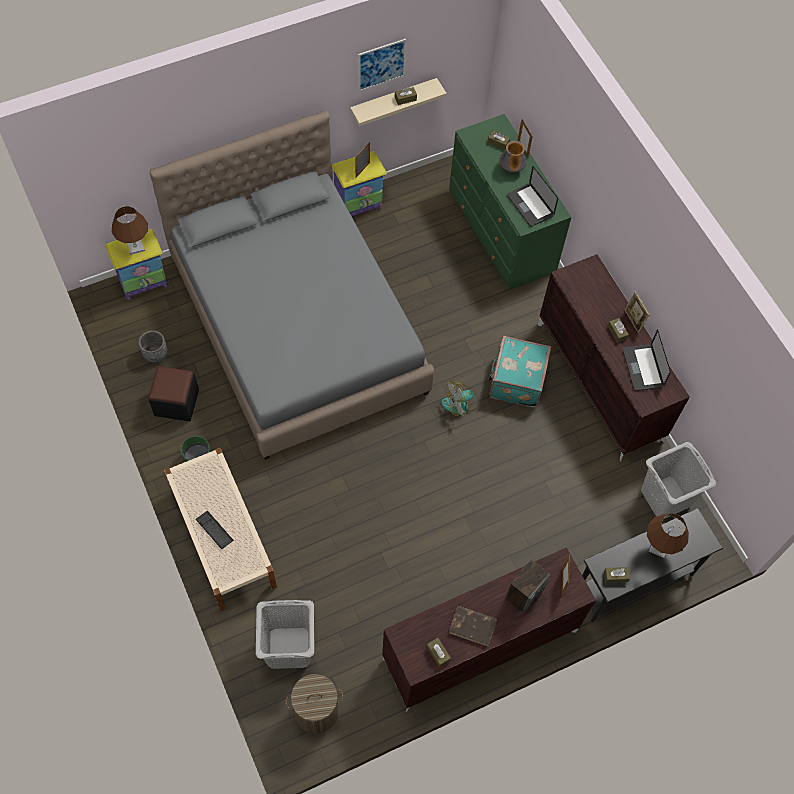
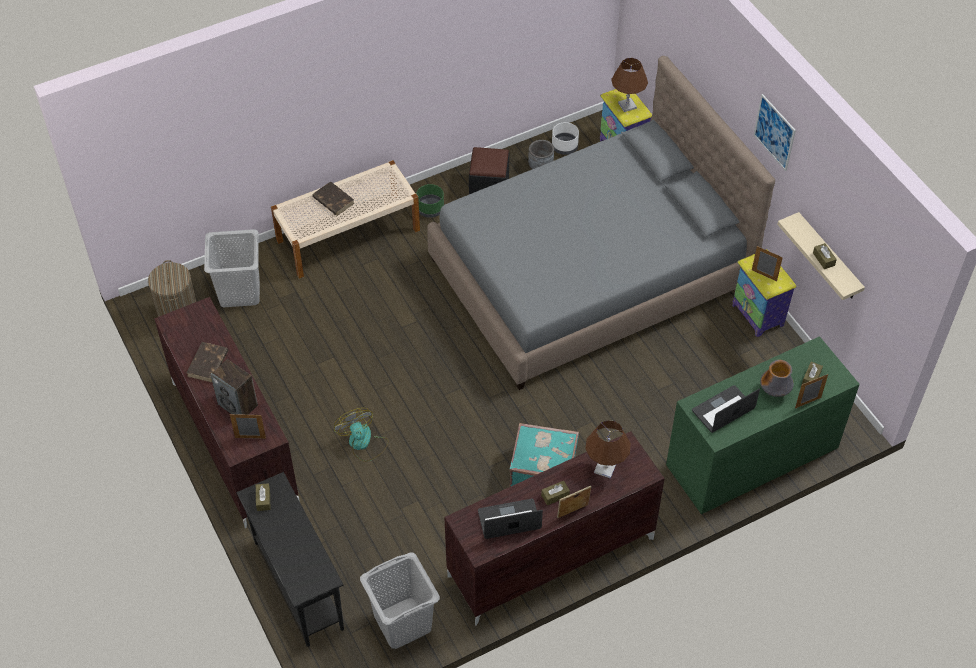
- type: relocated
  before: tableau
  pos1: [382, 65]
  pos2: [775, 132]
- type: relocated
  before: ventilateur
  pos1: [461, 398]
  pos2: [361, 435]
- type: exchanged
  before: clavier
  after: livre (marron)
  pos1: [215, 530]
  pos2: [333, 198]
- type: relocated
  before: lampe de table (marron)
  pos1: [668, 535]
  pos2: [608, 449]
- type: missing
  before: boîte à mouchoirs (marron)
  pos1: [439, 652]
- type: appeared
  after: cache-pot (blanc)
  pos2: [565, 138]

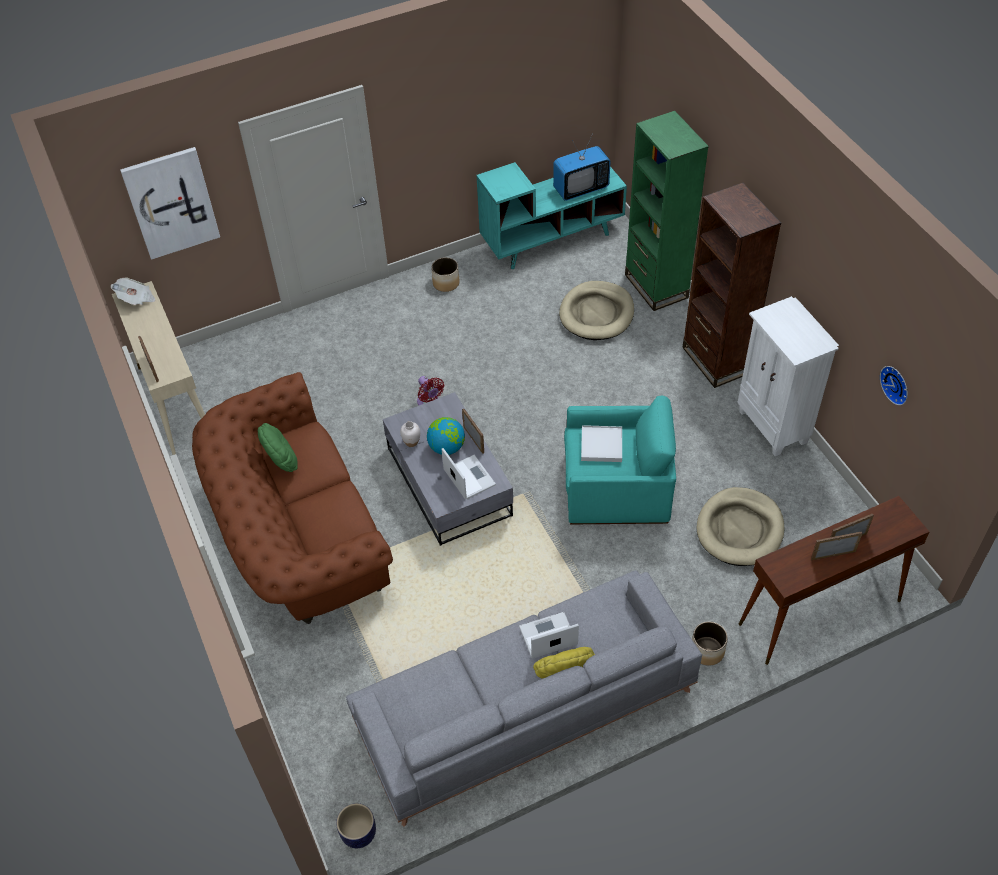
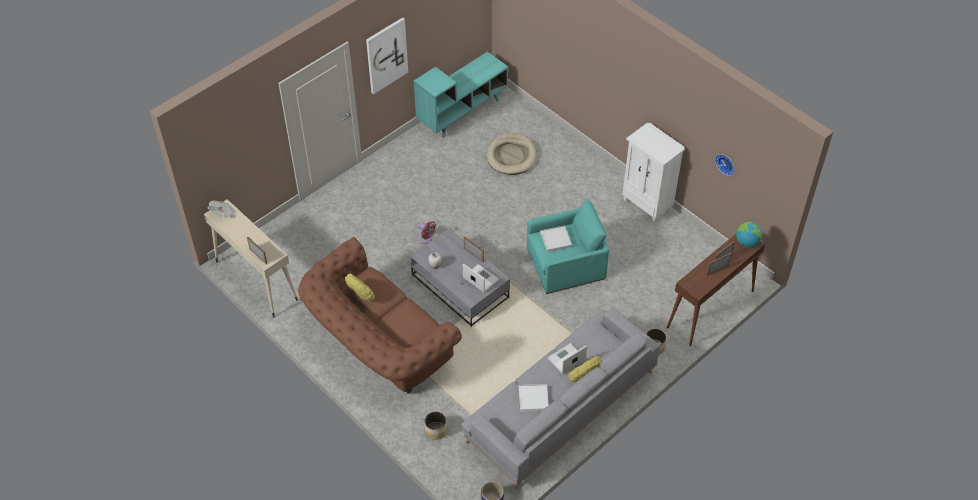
- type: missing
  before: bibliothèque (vert)
  pos1: [667, 211]
- type: missing
  before: téléviseur
  pos1: [582, 167]
- type: relocated
  before: tableau
  pos1: [170, 203]
  pos2: [387, 55]
- type: missing
  before: bibliothèque (marron)
  pos1: [731, 285]
- type: relocated
  before: cache-pot
  pos1: [445, 274]
  pos2: [435, 425]
- type: relocated
  before: globe
  pos1: [446, 436]
  pos2: [749, 234]
- type: colour
  before: coussin (vert)
  after: coussin (jaune)
  pos1: [278, 447]
  pos2: [360, 288]
- type: missing
  before: panier pour chien (beige)
  pos1: [741, 526]
- type: appeared
  after: plateau (blanc)
  pos2: [534, 398]

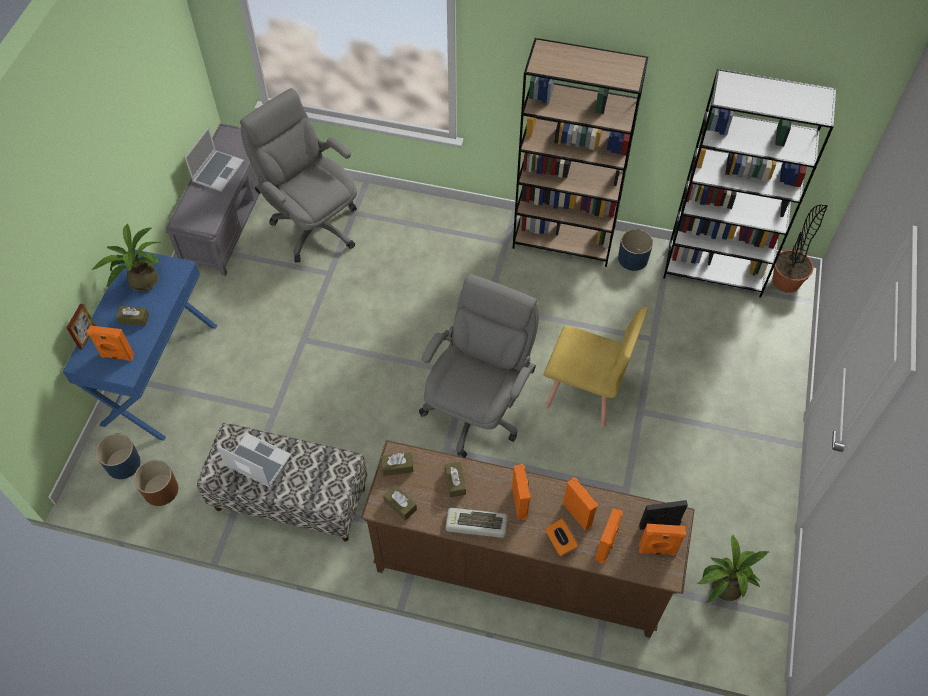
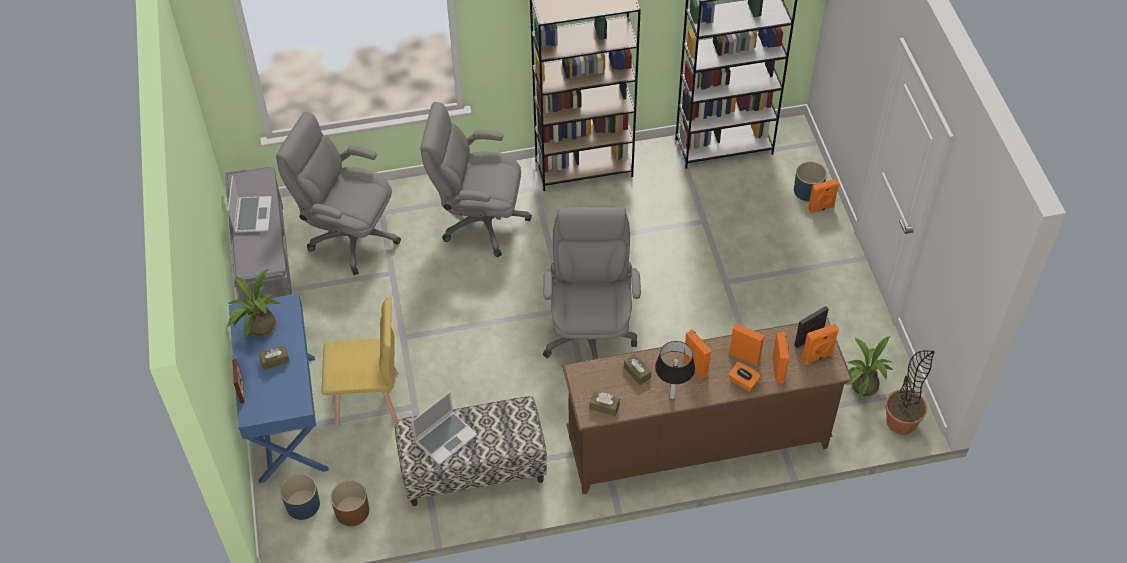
- type: relocated
  before: plante en pot
  pos1: [800, 249]
  pos2: [910, 392]
- type: relocated
  before: cache-pot (bleu)
  pos1: [635, 250]
  pos2: [810, 181]
- type: relocated
  before: chaise (jaune)
  pos1: [595, 367]
  pos2: [359, 361]
- type: relocated
  before: enceinte (orange)
  pos1: [110, 343]
  pos2: [823, 196]
- type: spun
  before: ordinateur portable
  pos1: [253, 460]
  pos2: [444, 428]
  turn: 135
- type: missing
  before: boîte à mouchoirs (marron)
  pos1: [397, 464]
- type: exchanged
  before: clavier
  after: lampe de table
  pos1: [477, 523]
  pos2: [675, 370]
- type: appeared
  after: chaise de bureau (gris)
  pos2: [476, 179]

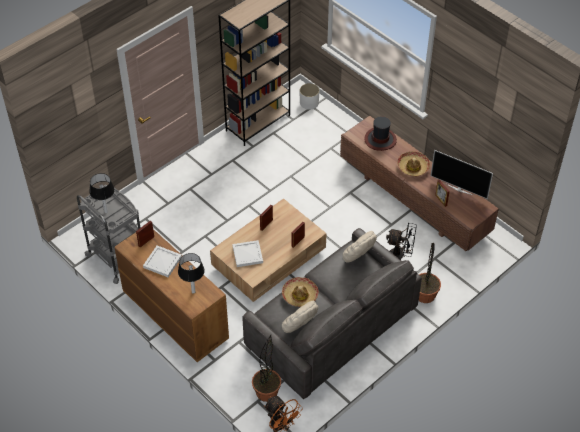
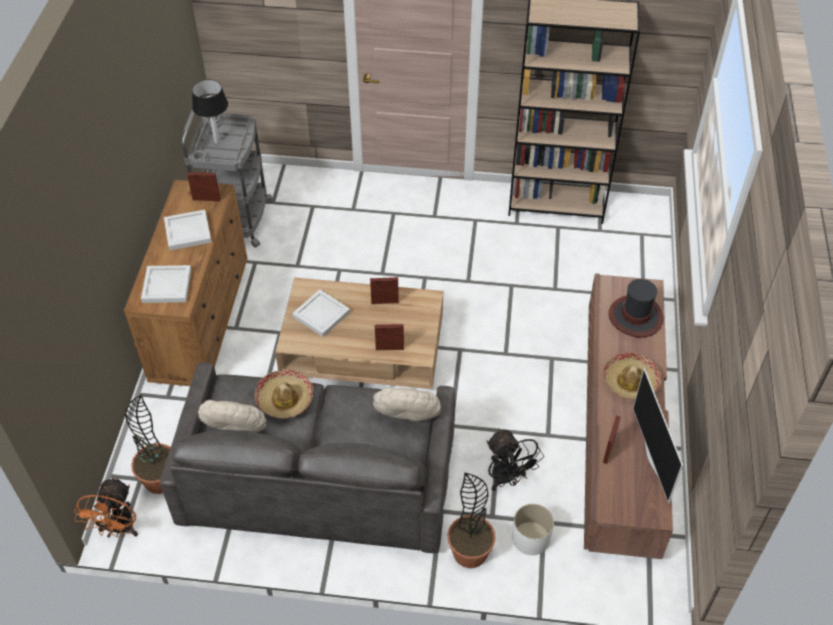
- type: relocated
  before: cache-pot (blanc)
  pos1: [309, 96]
  pos2: [533, 529]
- type: exchanged
  before: lampe de table
  after: plateau (blanc)
  pos1: [191, 273]
  pos2: [166, 284]

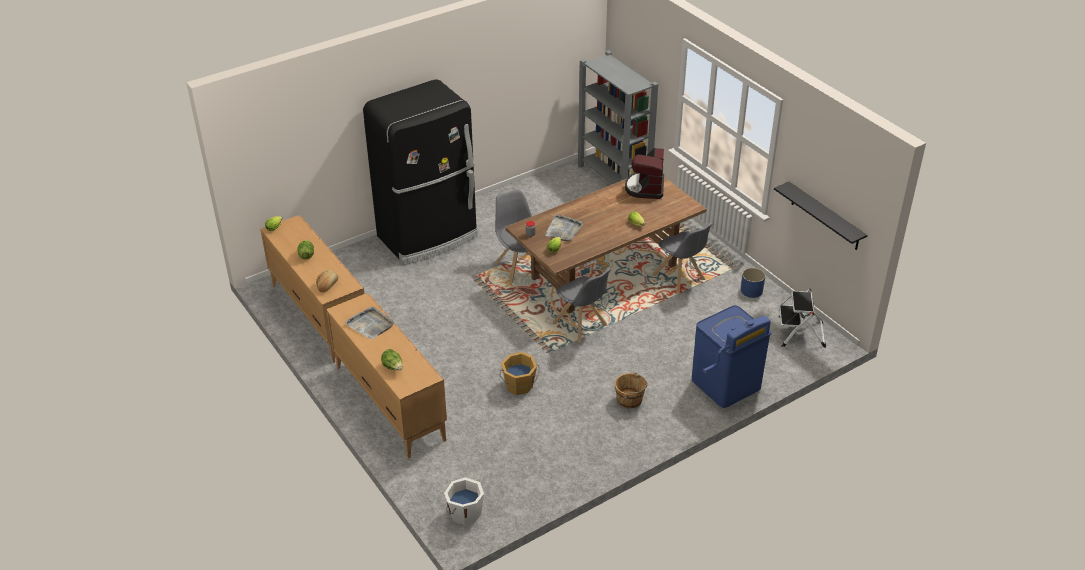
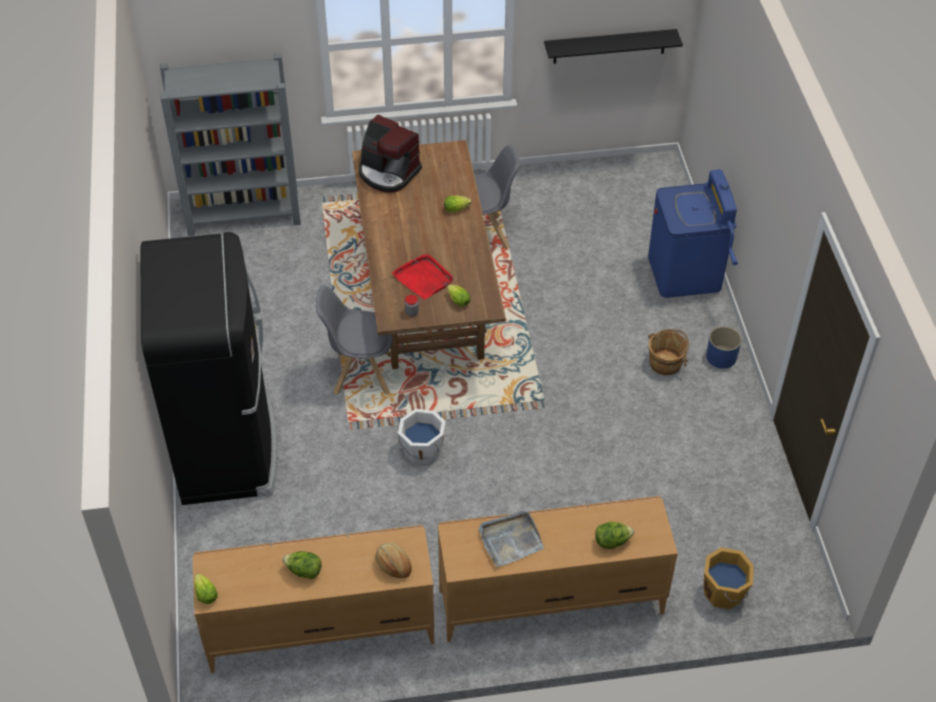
- type: colour
  before: plateau (gris)
  after: plateau (rouge)
  pos1: [564, 228]
  pos2: [423, 276]
- type: missing
  before: chaise (gris)
  pos1: [581, 305]
- type: relocated
  before: cache-pot (bleu)
  pos1: [753, 283]
  pos2: [723, 348]
- type: missing
  before: escabeau
  pos1: [802, 318]
- type: relocated
  before: seau (orange)
  pos1: [519, 373]
  pos2: [729, 578]
- type: relocated
  before: seau (blanc)
  pos1: [464, 501]
  pos2: [421, 437]

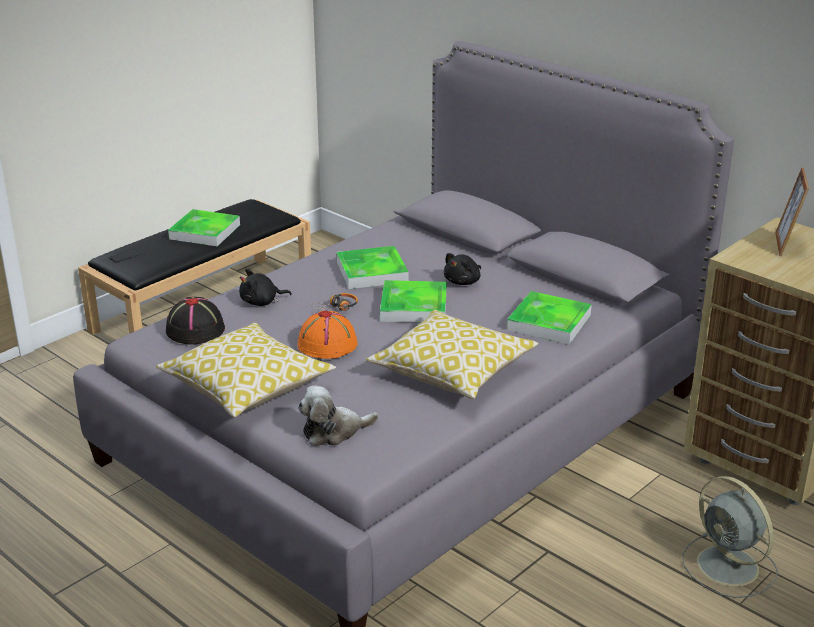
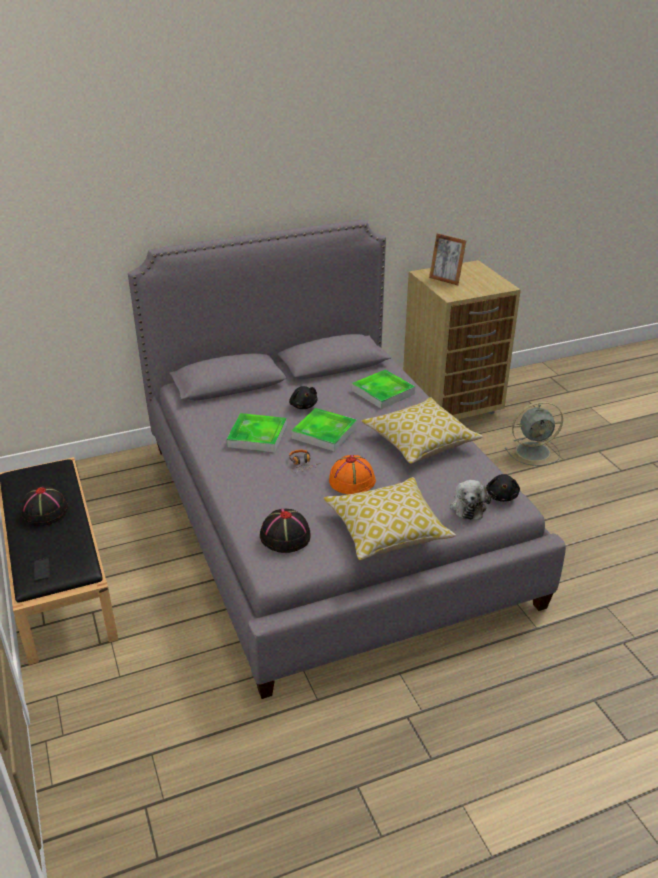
- type: exchanged
  before: plateau
  after: chapeau (noir)
  pos1: [204, 227]
  pos2: [44, 506]
- type: relocated
  before: peluche (noir)
  pos1: [265, 287]
  pos2: [503, 488]

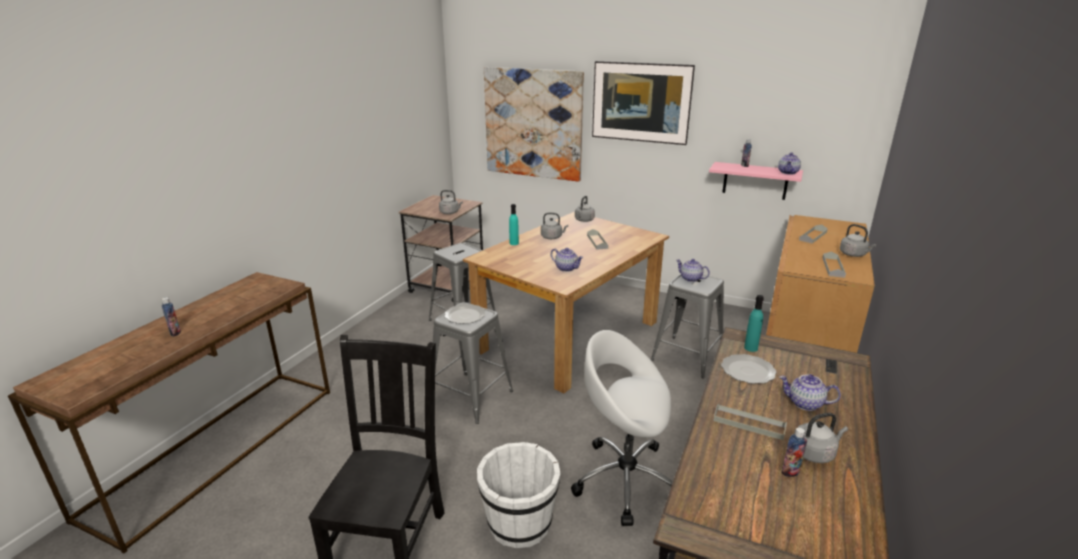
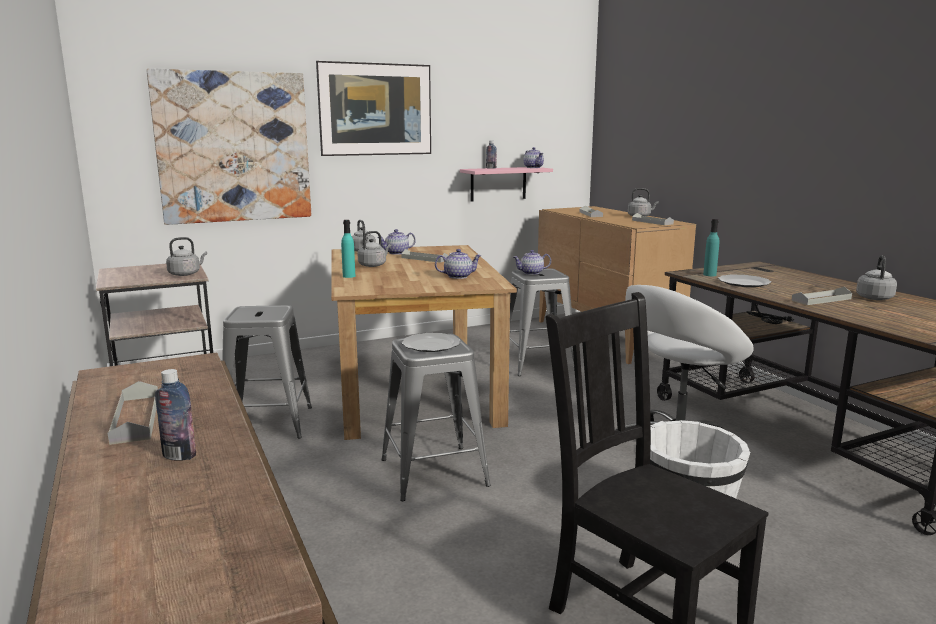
- type: relocated
  before: théière
  pos1: [810, 392]
  pos2: [396, 242]
- type: missing
  before: bouteille
  pos1: [794, 452]
- type: appeared
  after: plateau (gris)
  pos2: [133, 413]

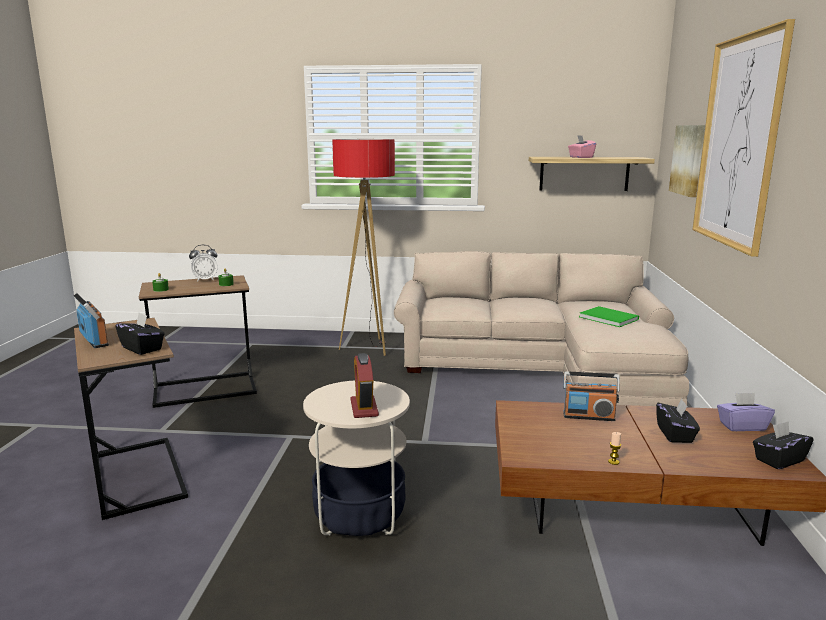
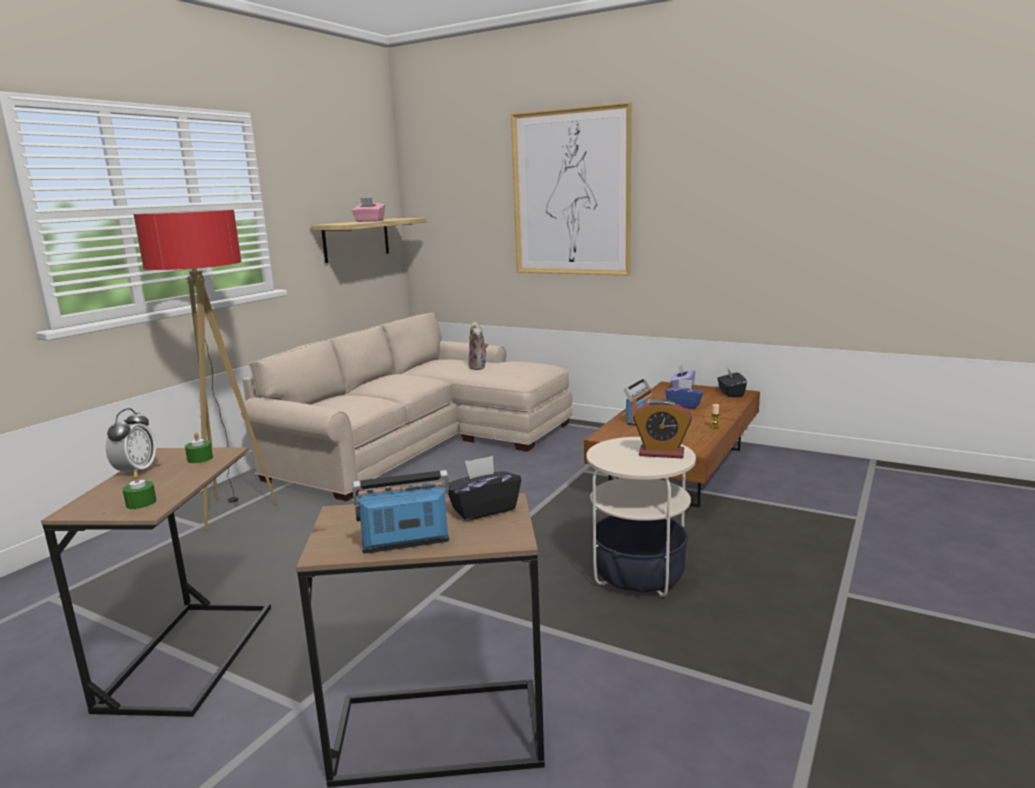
- type: missing
  before: tableau
  pos1: [687, 161]
- type: exchanged
  before: livre (vert)
  after: peluche
  pos1: [609, 316]
  pos2: [478, 345]
- type: colour
  before: boîte à mouchoirs (noir)
  after: boîte à mouchoirs (bleu)
  pos1: [678, 421]
  pos2: [684, 394]

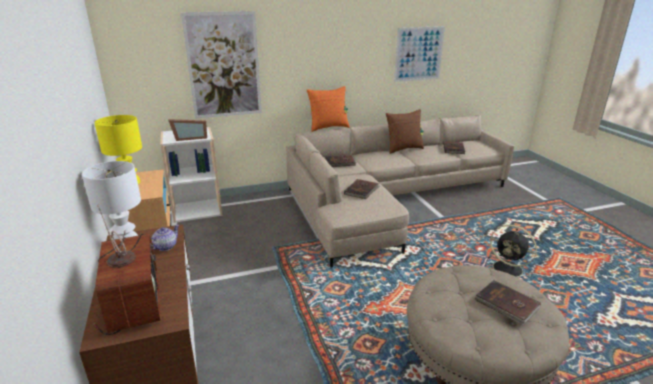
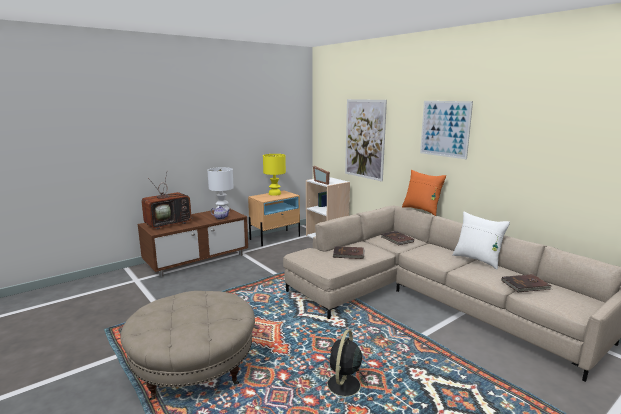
- type: relocated
  before: tableau
  pos1: [419, 54]
  pos2: [446, 130]
- type: colour
  before: coussin (marron)
  after: coussin (blanc)
  pos1: [405, 131]
  pos2: [481, 240]
- type: missing
  before: livre (marron)
  pos1: [508, 303]

